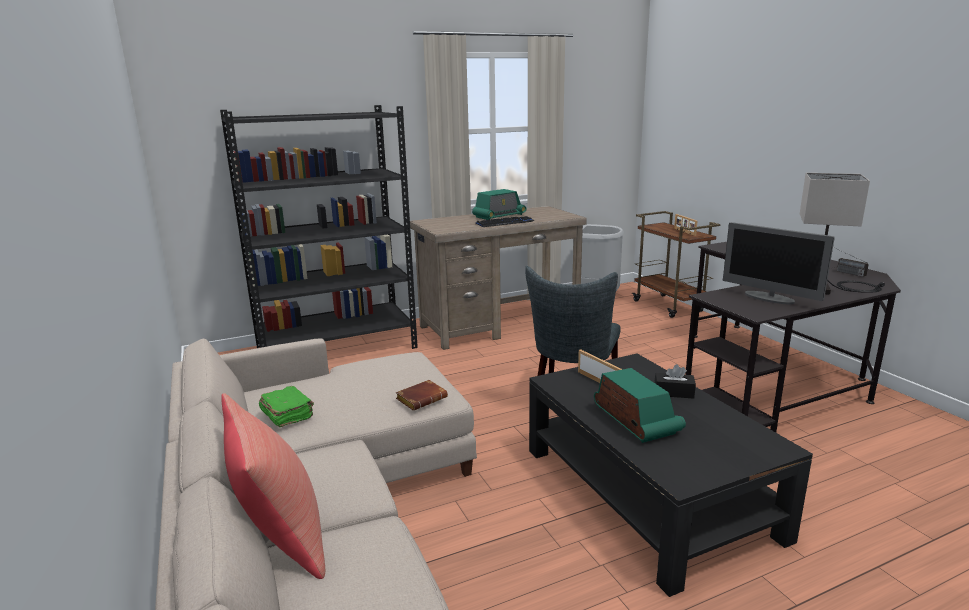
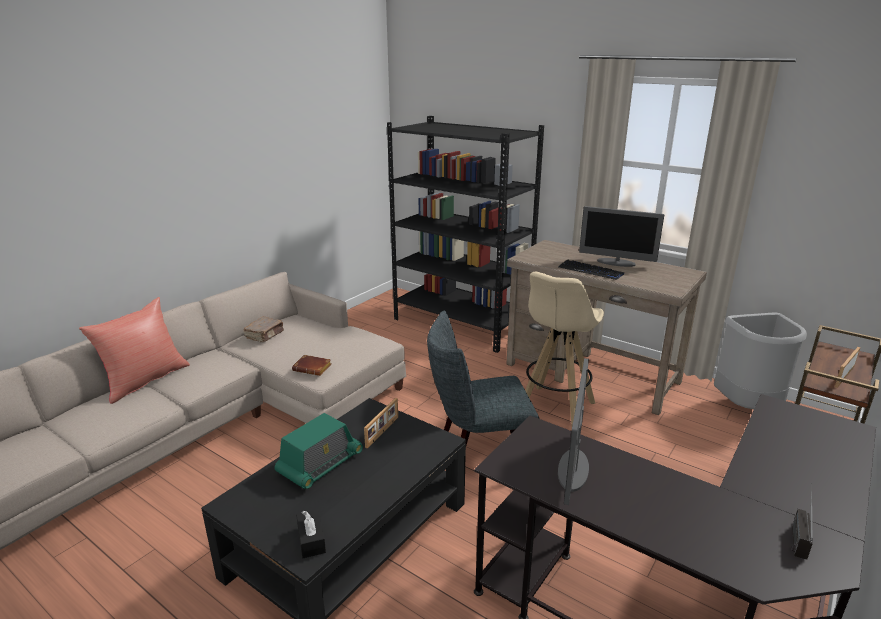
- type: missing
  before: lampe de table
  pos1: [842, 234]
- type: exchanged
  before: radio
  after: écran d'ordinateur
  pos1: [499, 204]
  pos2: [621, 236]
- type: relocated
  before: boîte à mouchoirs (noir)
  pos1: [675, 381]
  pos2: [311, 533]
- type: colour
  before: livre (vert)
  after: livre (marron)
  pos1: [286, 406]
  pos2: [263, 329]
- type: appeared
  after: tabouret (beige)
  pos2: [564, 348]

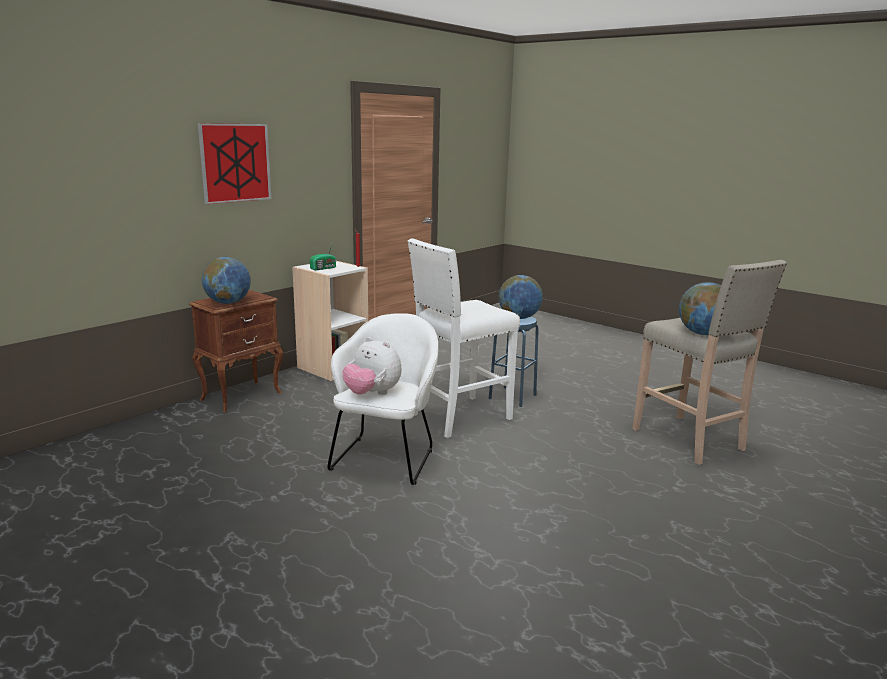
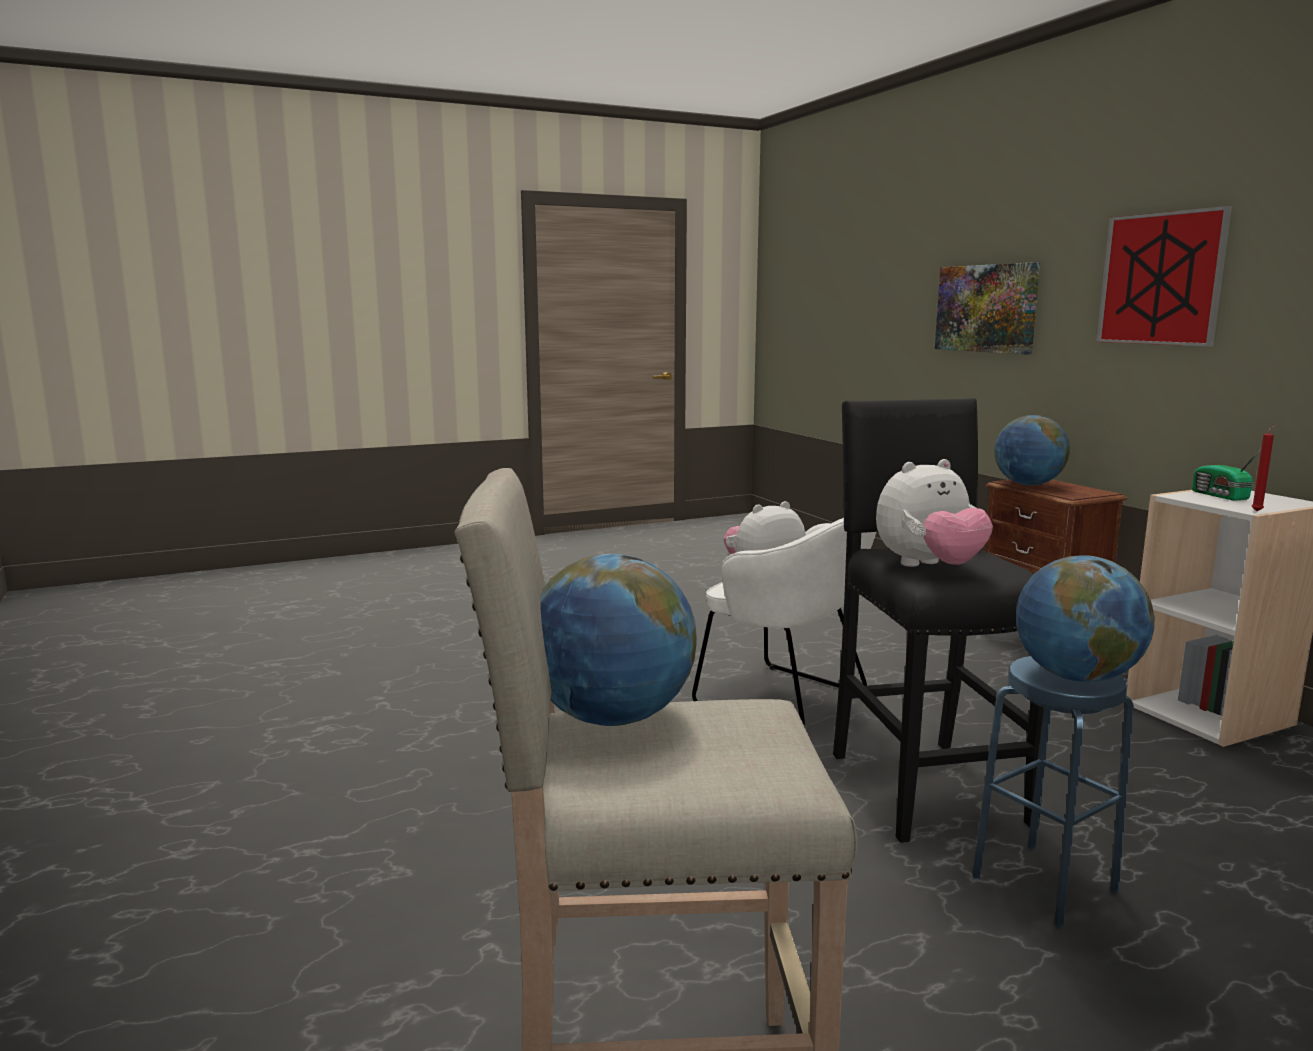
- type: colour
  before: tabouret (blanc)
  after: tabouret (noir)
  pos1: [464, 338]
  pos2: [938, 620]
- type: appeared
  after: tableau
  pos2: [987, 308]
- type: appeared
  after: peluche
  pos2: [934, 513]

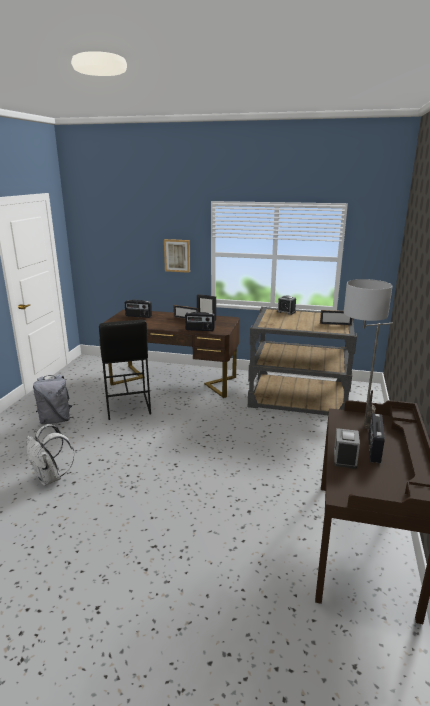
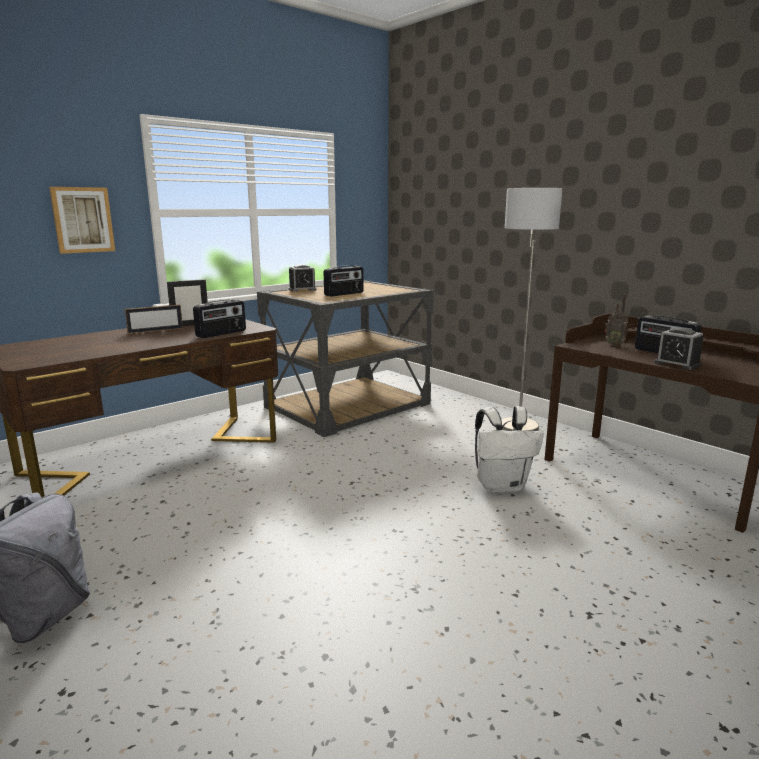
- type: relocated
  before: radio
  pos1: [138, 309]
  pos2: [344, 281]
- type: missing
  before: cadre photo
  pos1: [336, 318]
- type: missing
  before: tabouret (noir)
  pos1: [125, 370]
- type: relocated
  before: sac à dos (blanc)
  pos1: [51, 455]
  pos2: [509, 449]

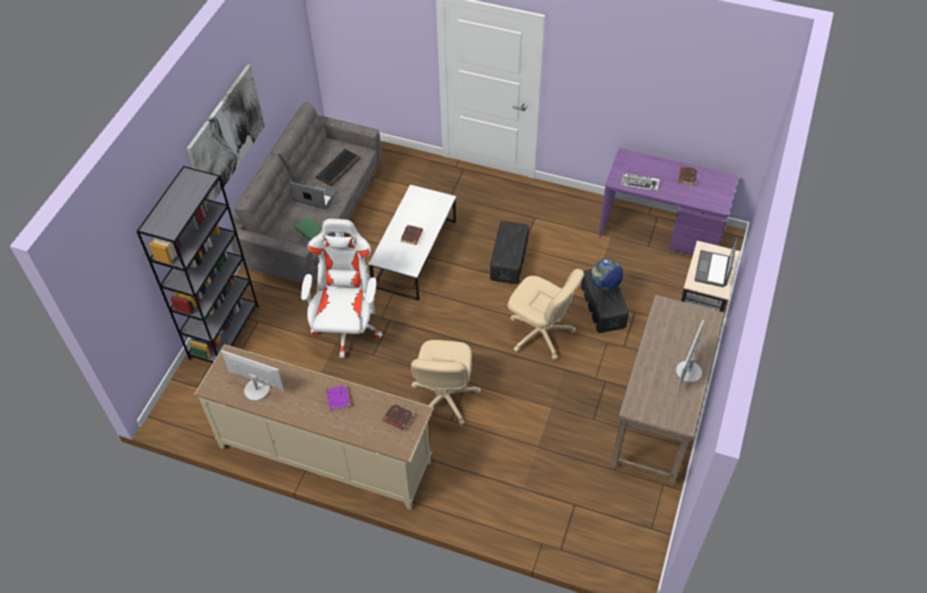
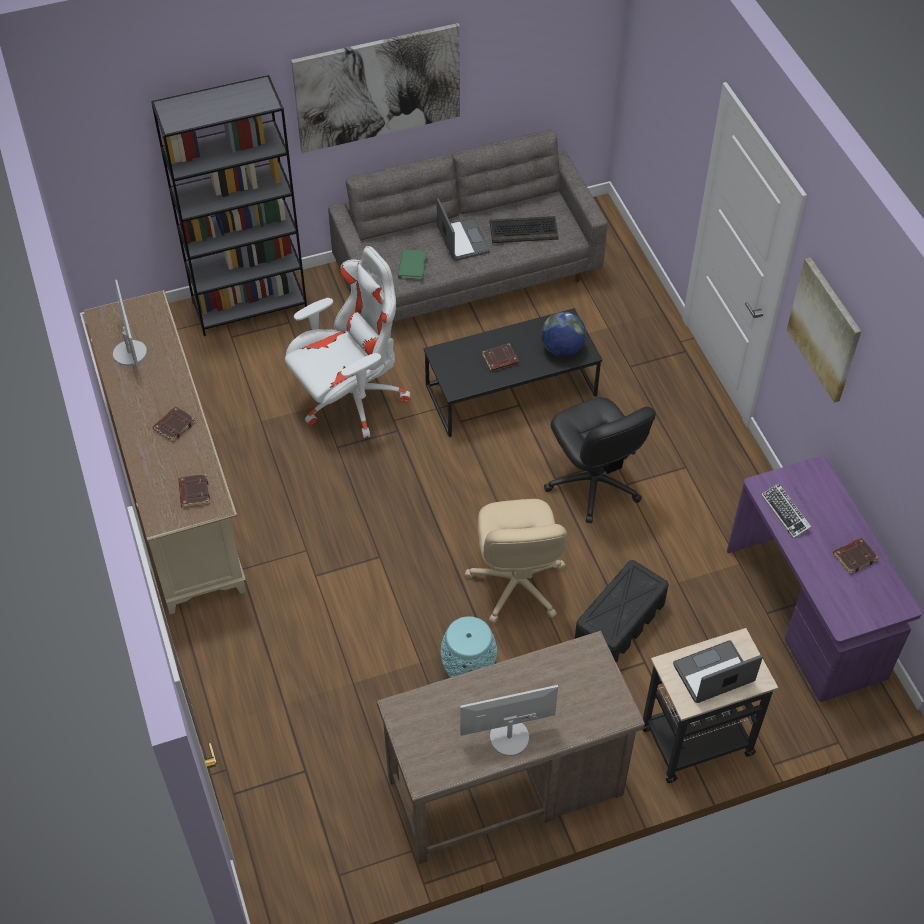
- type: colour
  before: table basse (blanc)
  after: table basse (noir)
  pos1: [412, 242]
  pos2: [513, 372]
- type: exchanged
  before: boîte de rangement (noir)
  after: chaise de bureau (noir)
  pos1: [509, 252]
  pos2: [600, 460]
- type: relocated
  before: globe
  pos1: [607, 274]
  pos2: [563, 334]
- type: missing
  before: chaise de bureau (beige)
  pos1: [446, 382]
- type: colour
  before: livre (violet)
  after: livre (marron)
  pos1: [338, 398]
  pos2: [174, 424]
- type: appeared
  after: tableau
  pos2: [824, 330]
- type: appeared
  after: tabouret (turquoise)
  pos2: [469, 647]

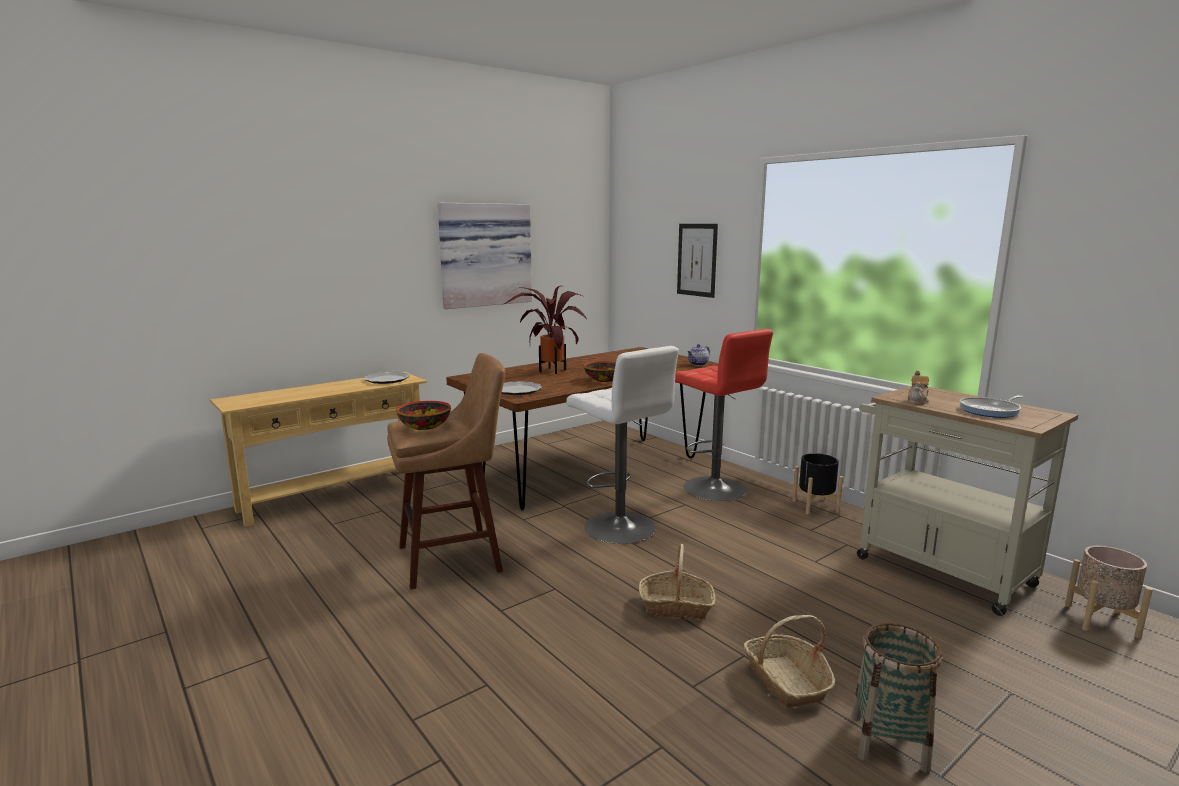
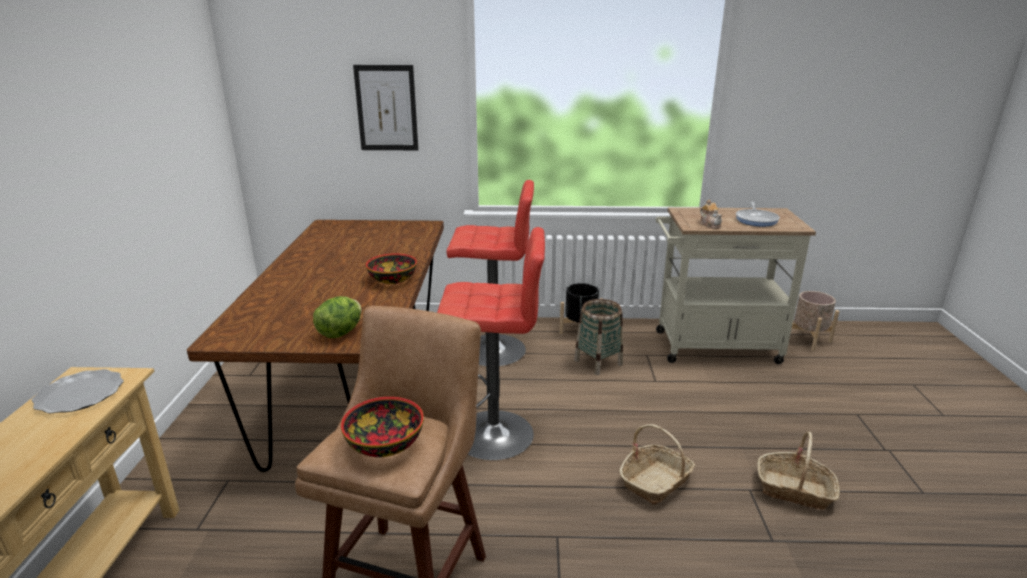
- type: missing
  before: tableau
  pos1: [485, 256]
- type: missing
  before: plante en pot
  pos1: [545, 330]
- type: missing
  before: théière
  pos1: [698, 355]
- type: colour
  before: tabouret (blanc)
  after: tabouret (rouge)
  pos1: [623, 445]
  pos2: [491, 343]
- type: exchanged
  before: assiette
  after: laitue
  pos1: [522, 388]
  pos2: [337, 317]
- type: relocated
  before: panier
  pos1: [896, 698]
  pos2: [598, 337]

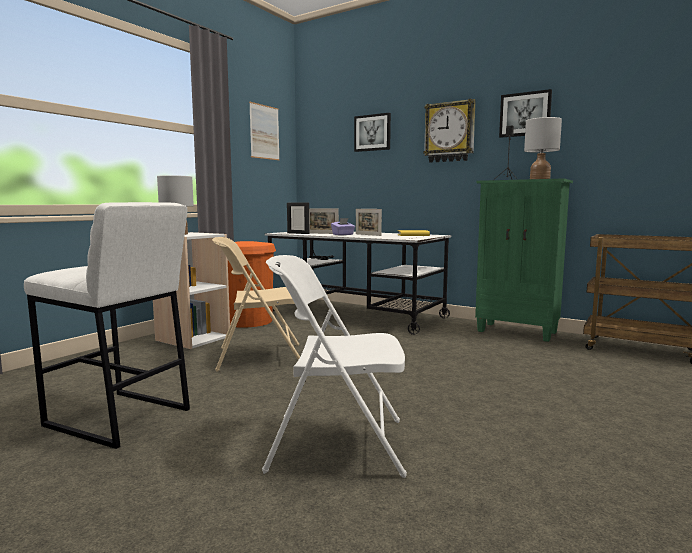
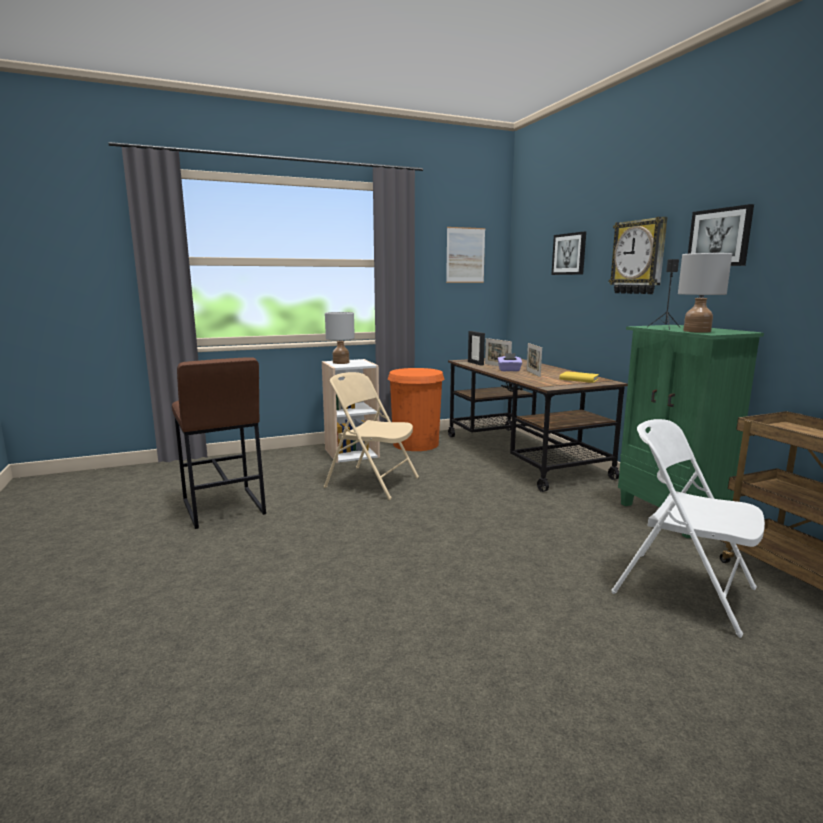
- type: colour
  before: tabouret (blanc)
  after: tabouret (marron)
  pos1: [107, 325]
  pos2: [219, 443]
- type: colour
  before: bureau (blanc)
  after: bureau (marron)
  pos1: [358, 283]
  pos2: [538, 425]
- type: relocated
  before: chaise (blanc)
  pos1: [334, 366]
  pos2: [688, 528]

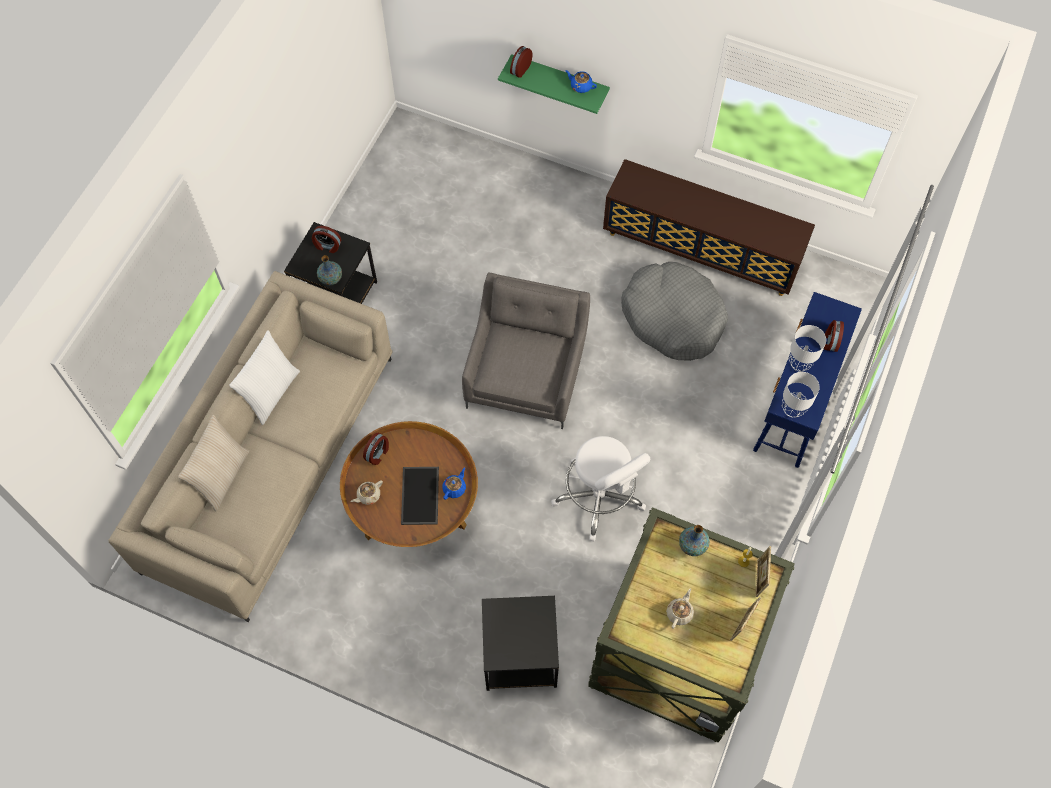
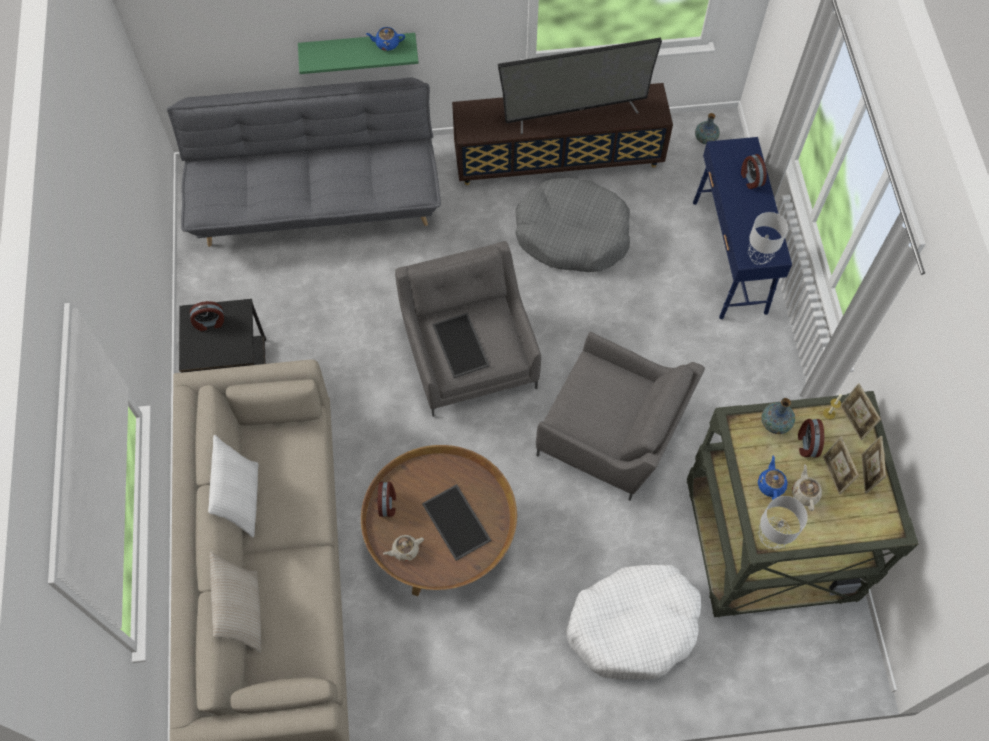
- type: relocated
  before: réveil
  pos1: [521, 62]
  pos2: [811, 438]
- type: relocated
  before: vase
  pos1: [329, 270]
  pos2: [707, 128]
- type: relocated
  before: lampe de table (gris)
  pos1: [807, 348]
  pos2: [783, 523]
- type: exchanged
  before: tabouret (blanc)
  after: fauteuil (gris)
  pos1: [600, 488]
  pos2: [620, 416]
- type: relocated
  before: théière (bleu)
  pos1: [454, 484]
  pos2: [773, 477]
- type: spun
  before: théière (beige)
  pos1: [367, 492]
  pos2: [403, 548]
  turn: 45
- type: exchanged
  before: table d'appoint (noir)
  after: panier pour chien (blanc)
  pos1: [520, 643]
  pos2: [633, 622]
- type: appeared
  after: téléviseur
  pos2: [580, 86]
- type: appeared
  after: canapé (gris)
  pos2: [304, 162]
- type: appeared
  after: plateau
  pos2: [461, 345]
- type: appeared
  after: cadre photo
  pos2: [841, 465]

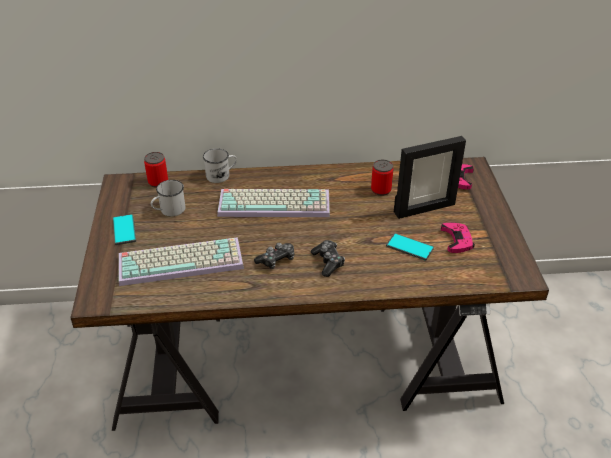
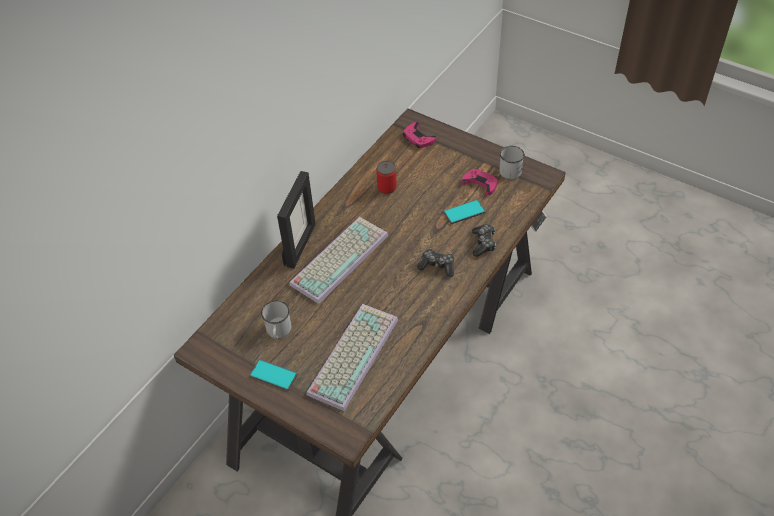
- type: relocated
  before: cadre photo
  pos1: [430, 177]
  pos2: [296, 220]
- type: relocated
  before: mug (blanc)
  pos1: [220, 165]
  pos2: [512, 162]
- type: missing
  before: boîte métallique
  pos1: [156, 170]
- type: relocated
  before: manette
  pos1: [274, 256]
  pos2: [484, 240]

